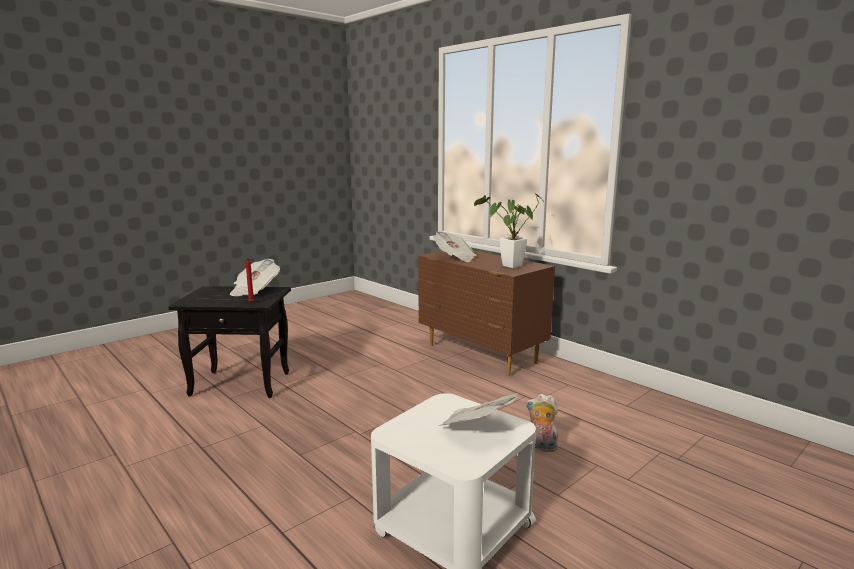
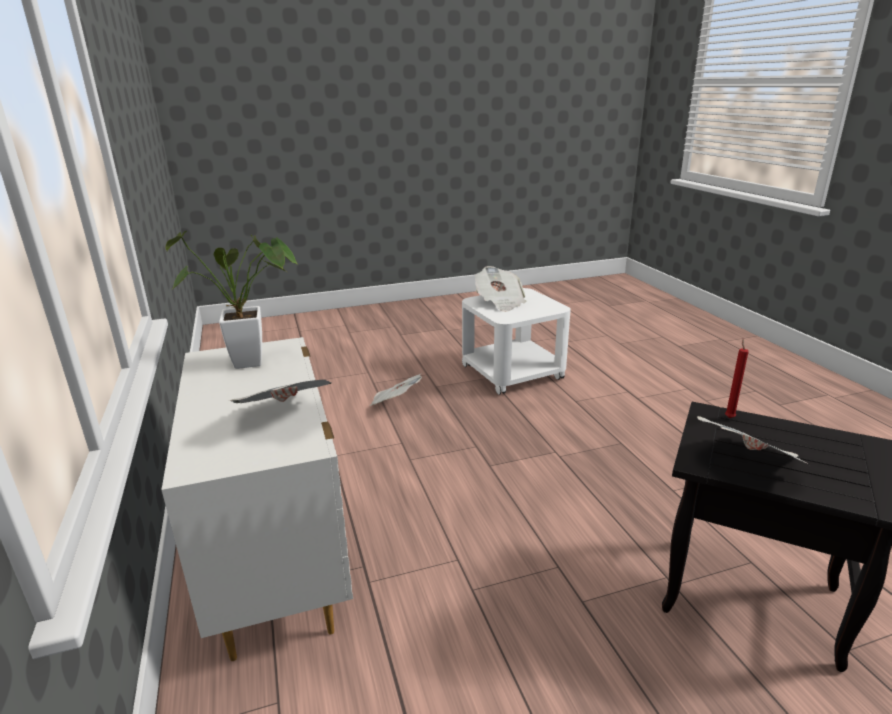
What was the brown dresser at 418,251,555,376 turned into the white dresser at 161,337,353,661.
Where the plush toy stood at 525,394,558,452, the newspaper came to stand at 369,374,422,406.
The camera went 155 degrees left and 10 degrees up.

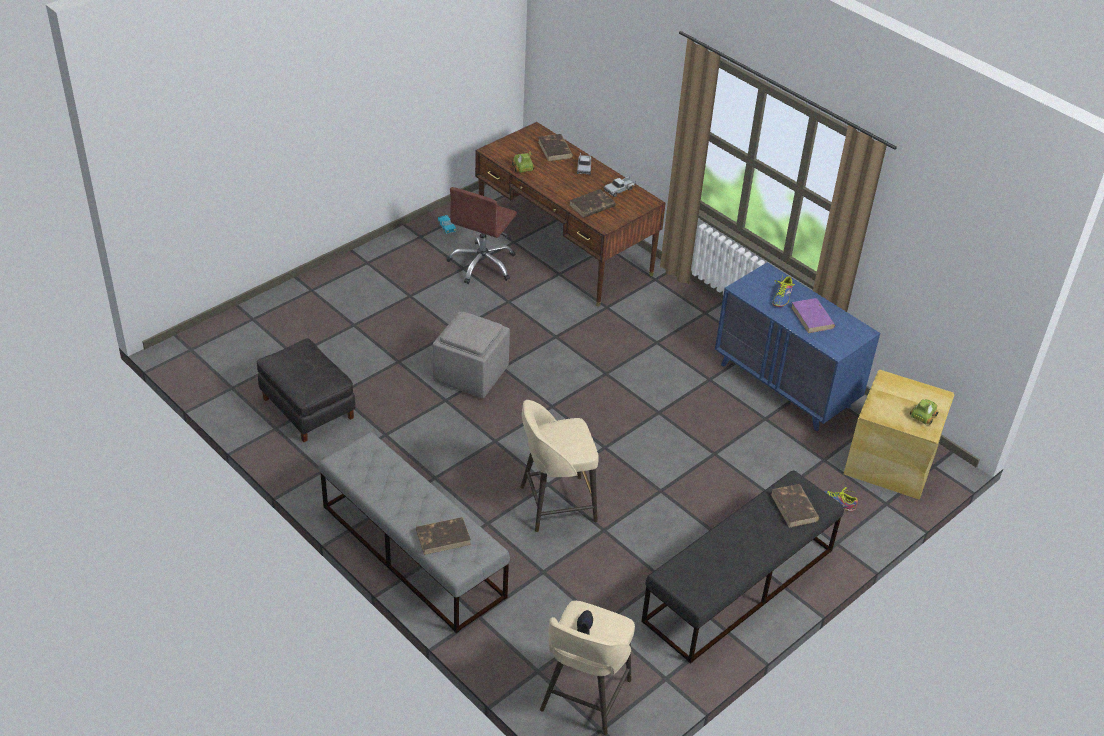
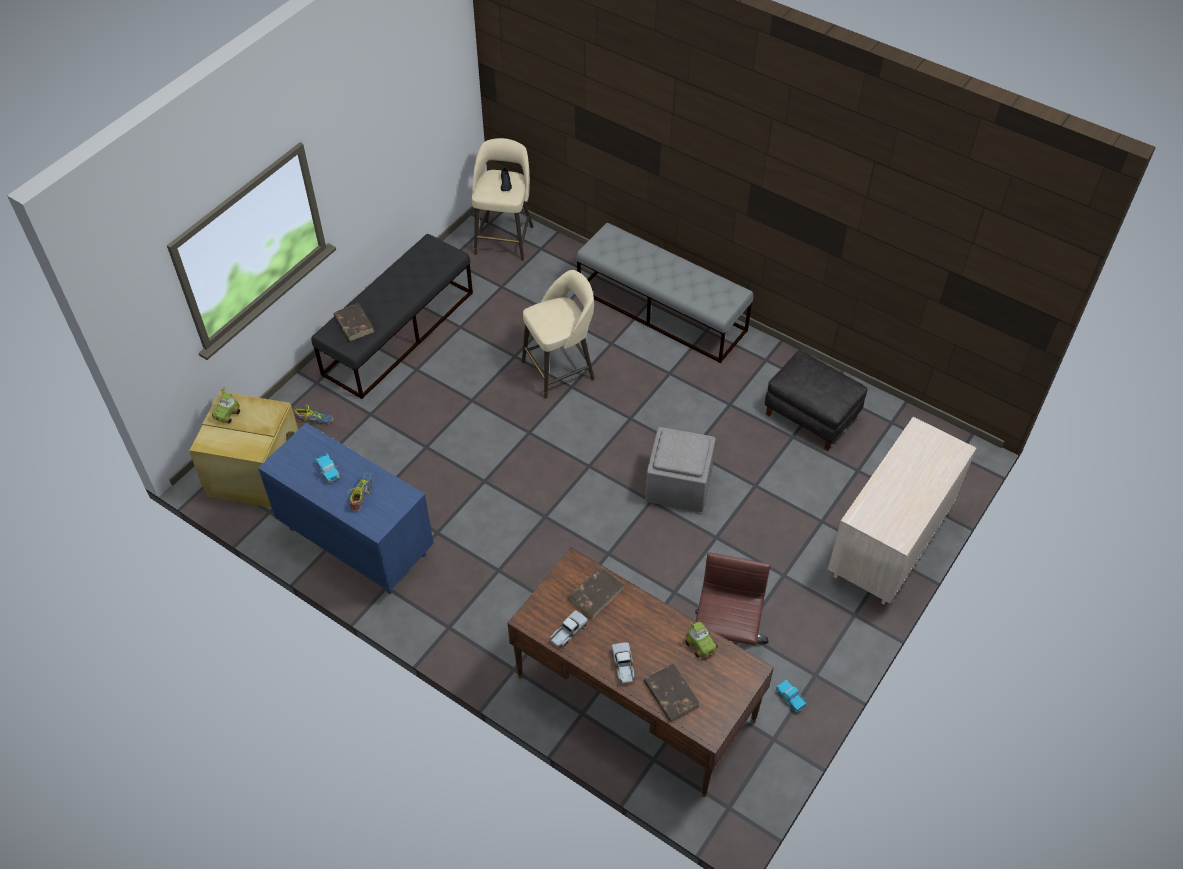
Where the purple book stood at 791,298,835,333, the toy truck came to stand at 316,453,340,483.
The second view gained the beige dresser at 828,417,976,605.
The second view lost the brown book at 416,517,471,555.
The camera went 170 degrees right and 10 degrees up.

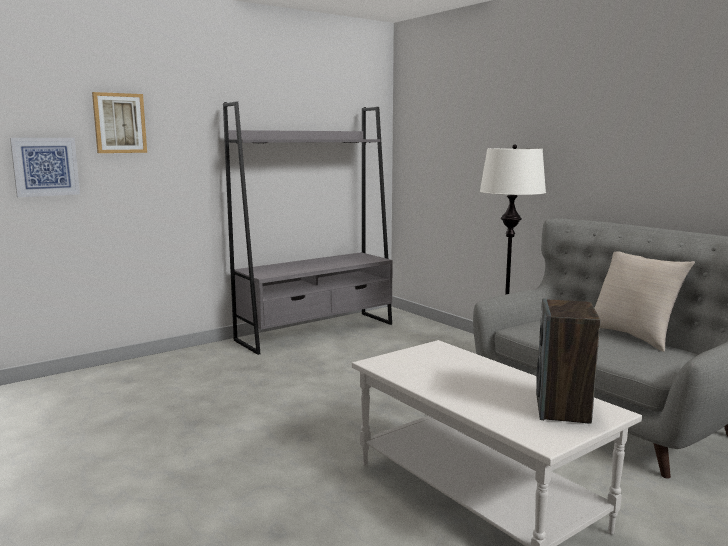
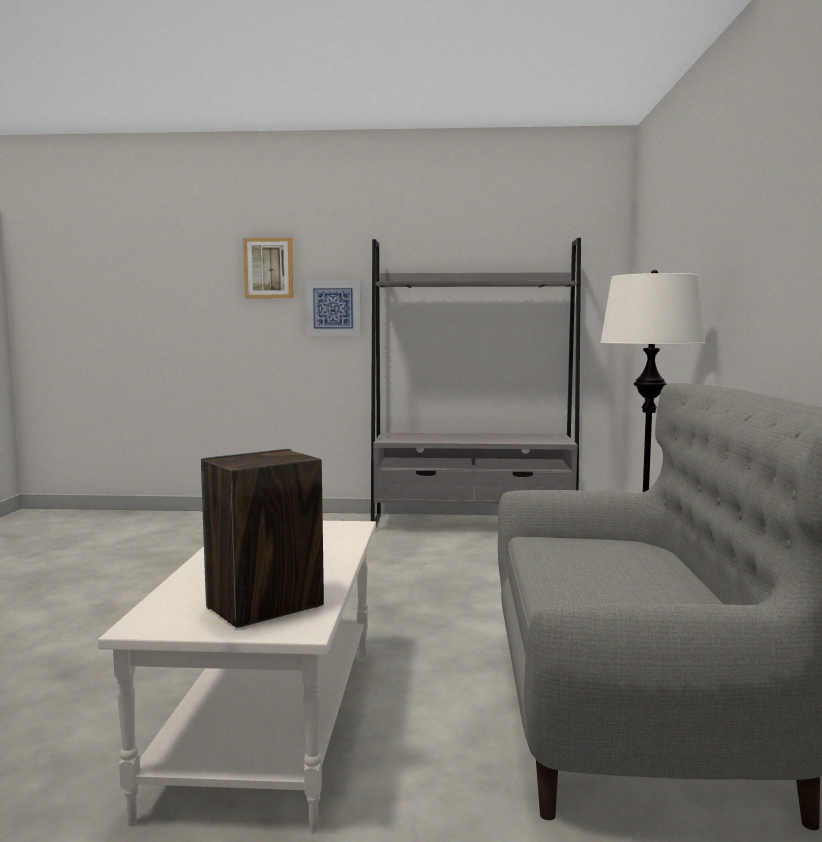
The picture ended up elsewhere, having gone from 10,138,80,197 to 305,280,361,336.
The second view lost the beige pillow at 594,251,695,352.
The camera went 40 degrees right and 5 degrees down.

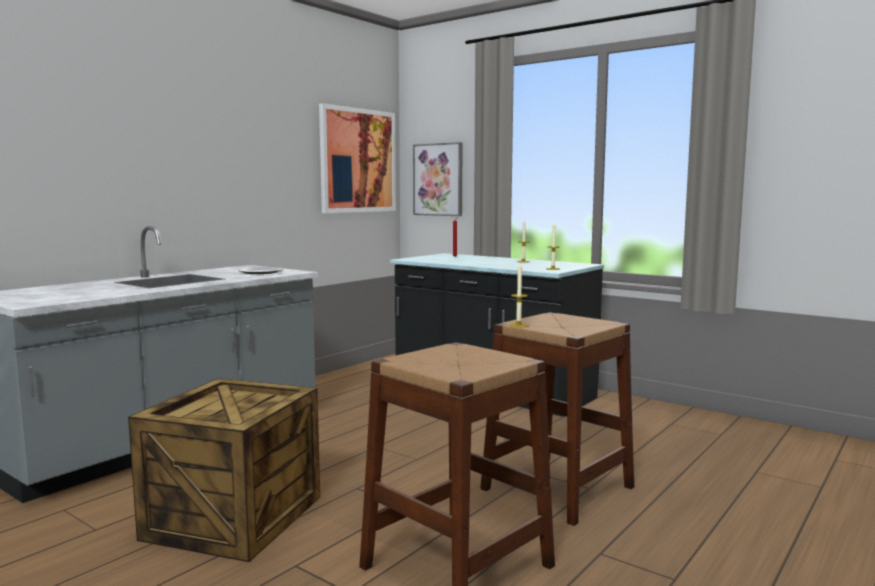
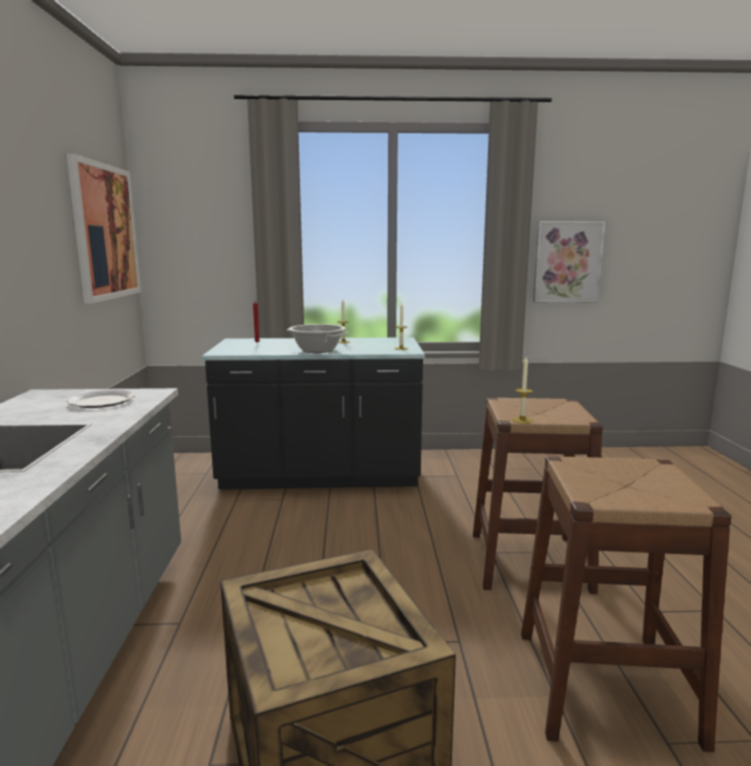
The second view gained the cooking pot at 287,324,349,353.
The picture ended up elsewhere, having gone from 413,142,463,216 to 533,221,605,302.
The camera went 40 degrees left and 5 degrees up.

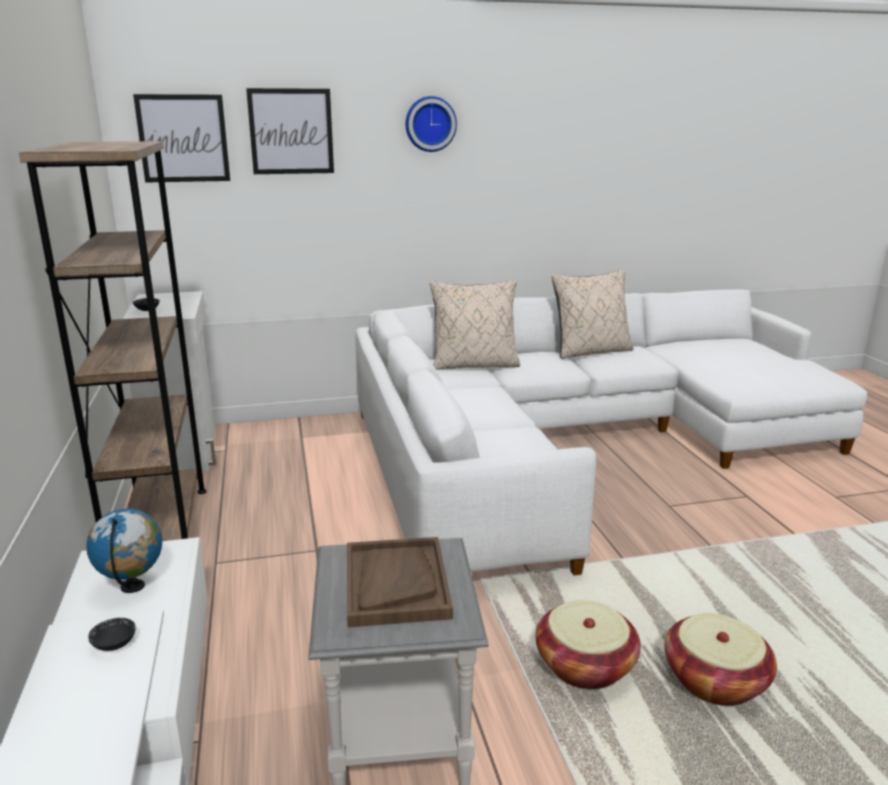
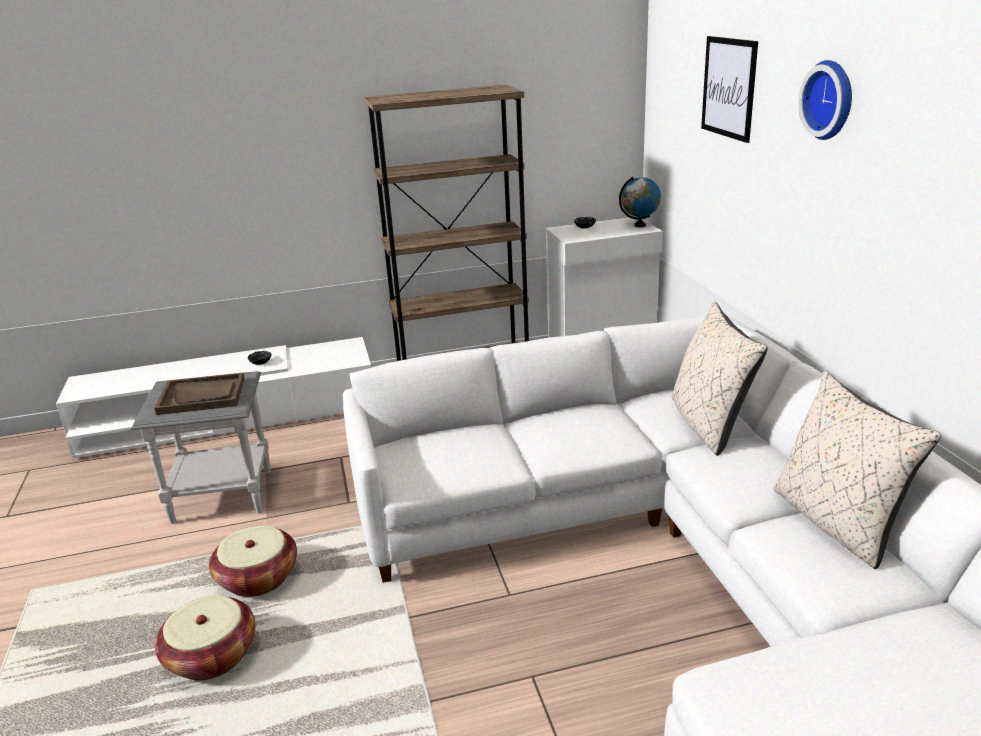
The globe ended up elsewhere, having gone from 86,508,162,593 to 619,177,661,227.
The second view lost the picture at 133,94,230,183.
The camera went 90 degrees right and 5 degrees up.

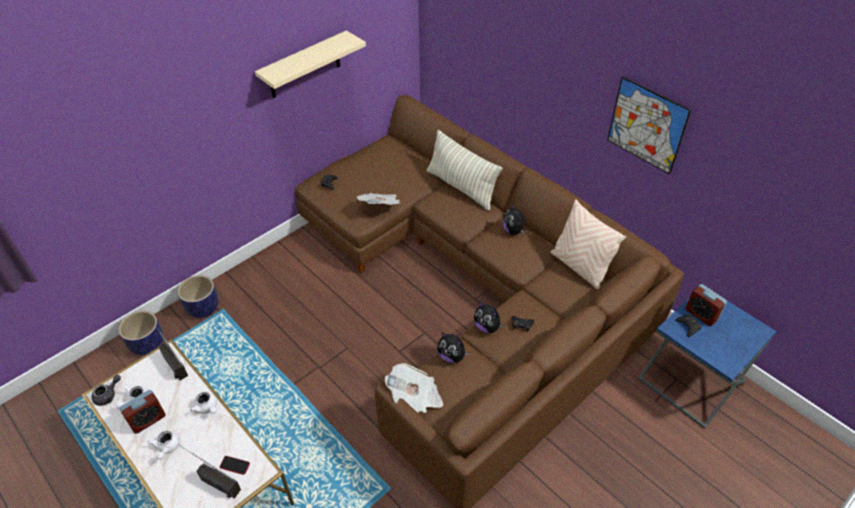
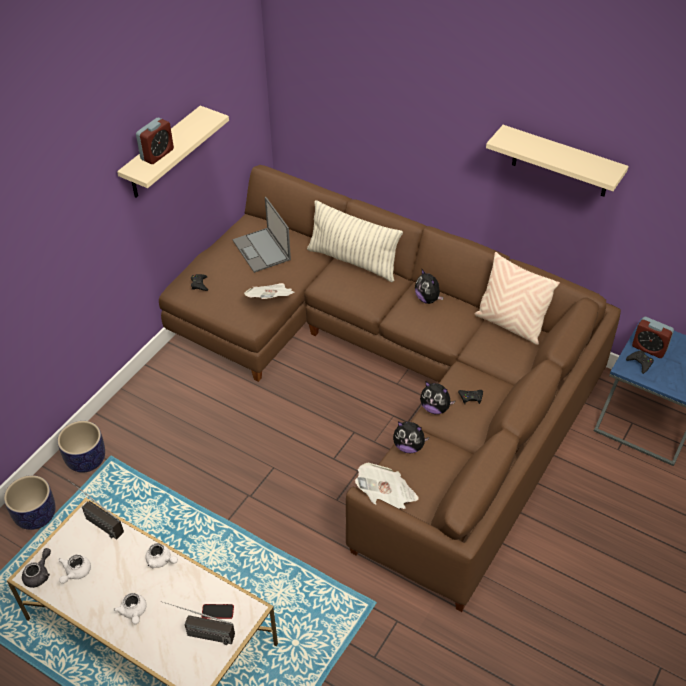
The alarm clock ended up elsewhere, having gone from 120,390,166,434 to 136,117,174,164.
The second view gained the laptop at 232,197,291,273.
Where the picture hung at 607,76,691,175, the beige shelf came to hang at 486,125,629,197.
The camera went 15 degrees left and 0 degrees up.

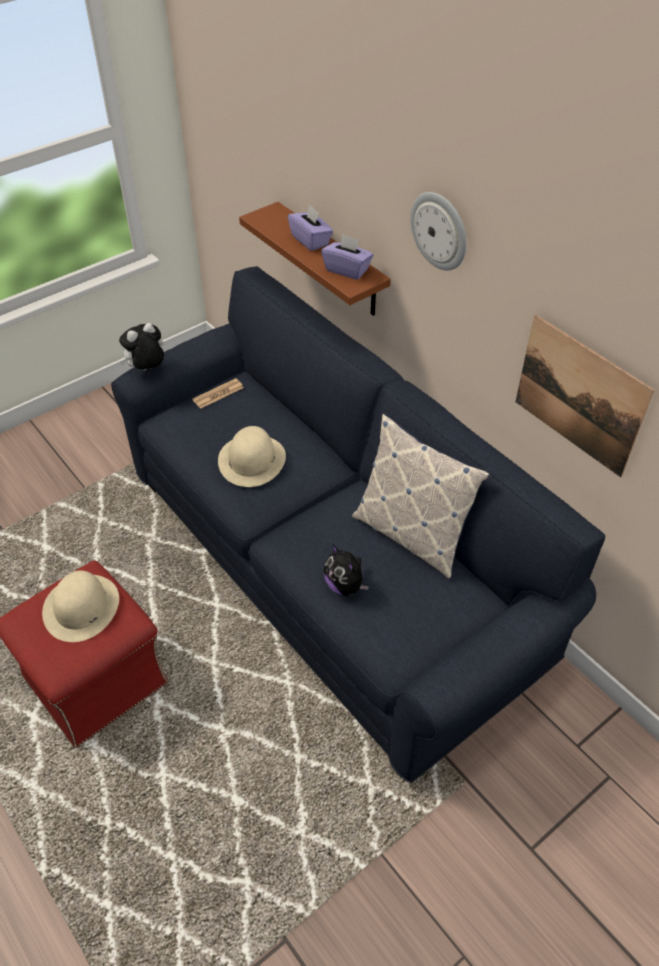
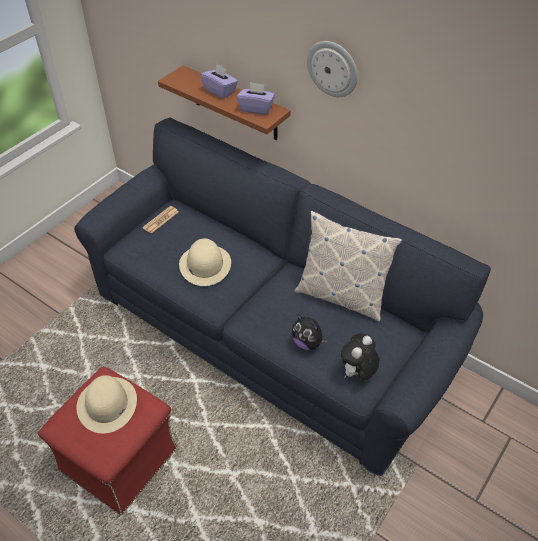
The plush toy ended up elsewhere, having gone from 119,323,164,370 to 341,333,380,380.
The second view lost the picture at 516,315,654,477.
The camera went 15 degrees left and 0 degrees up.

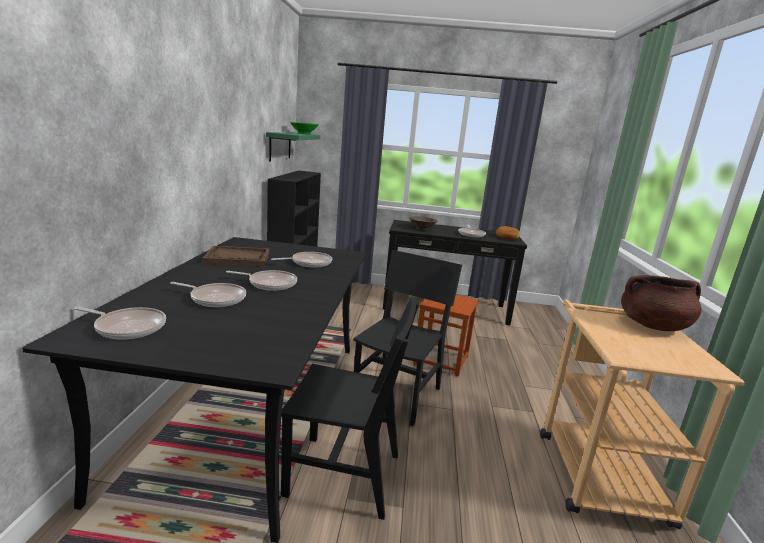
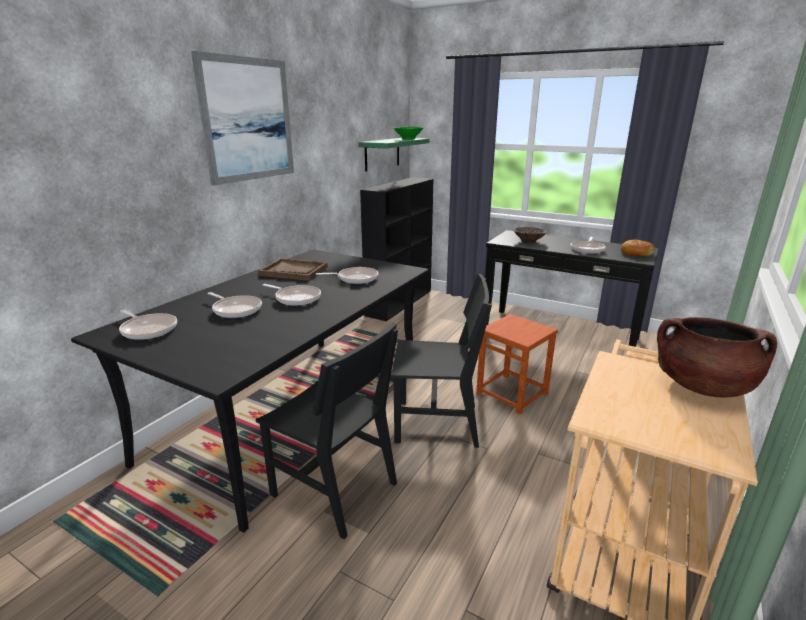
The second view gained the picture at 191,51,294,186.
The black chair at 353,250,462,426 ended up facing another way, 45 degrees clockwise from before.
The camera went 25 degrees right and 5 degrees up.

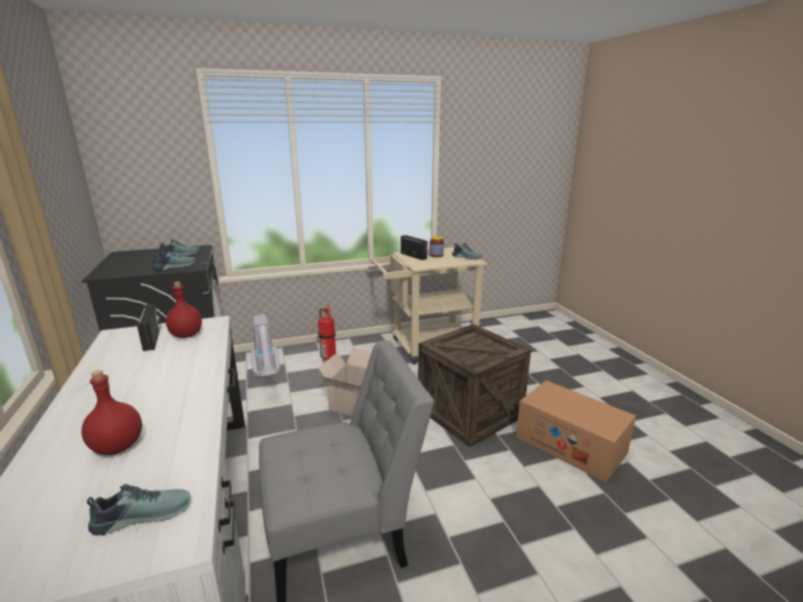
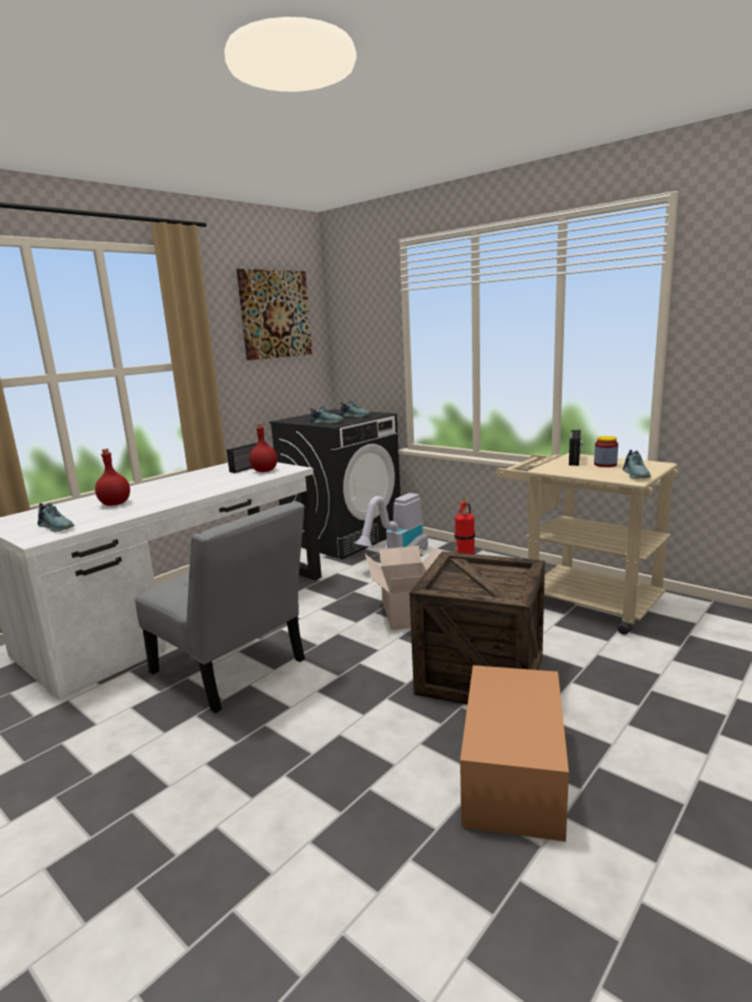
The second view gained the picture at 236,269,312,360.
The camera went 60 degrees right and 5 degrees down.

